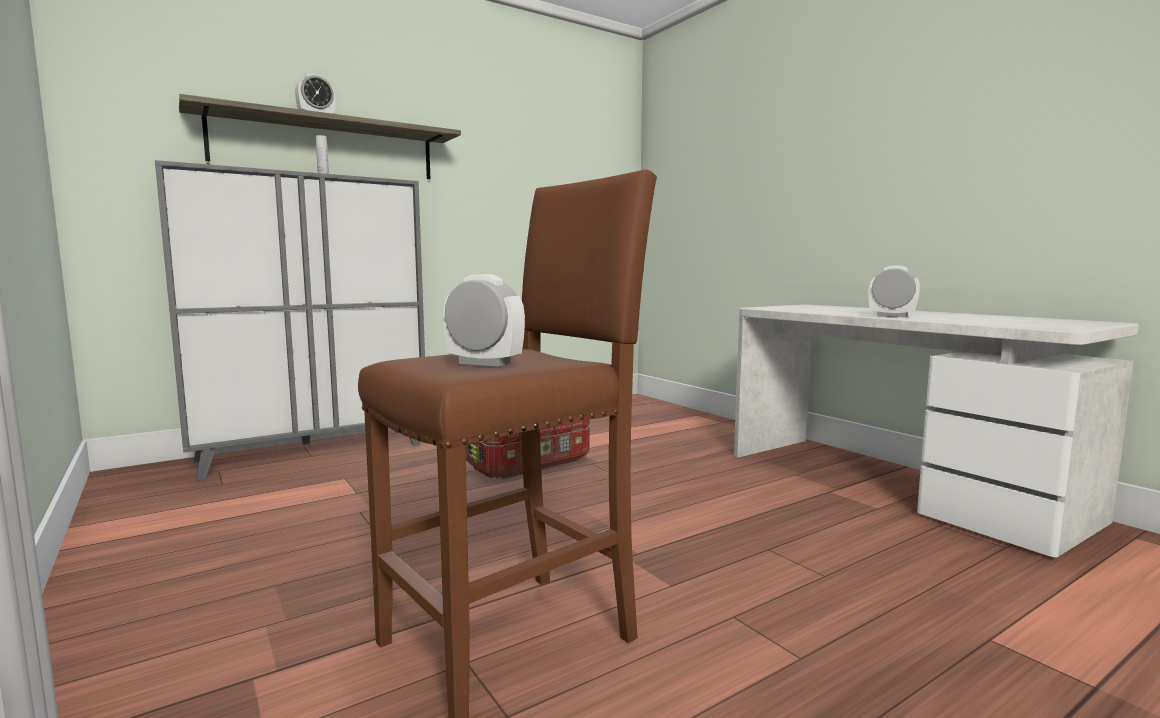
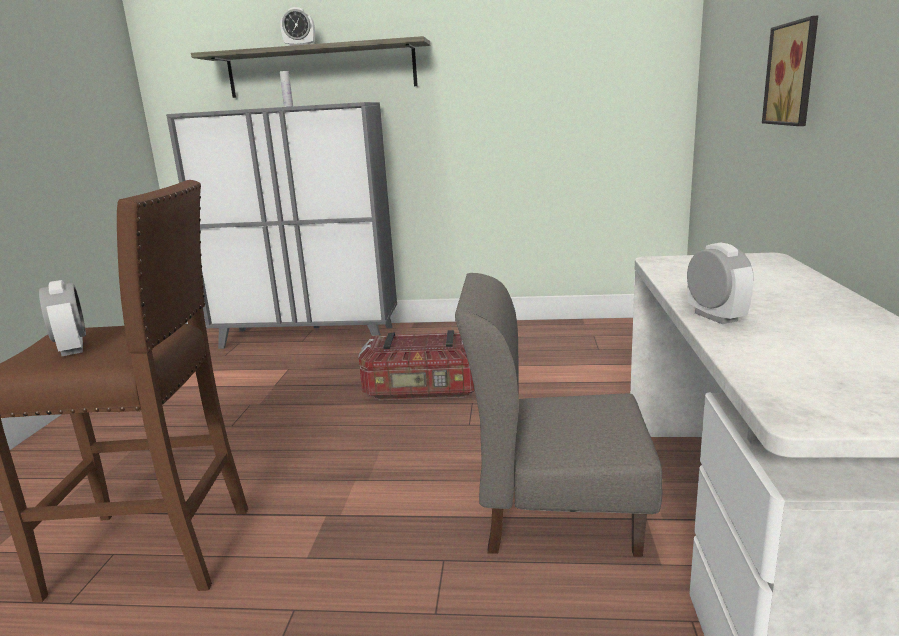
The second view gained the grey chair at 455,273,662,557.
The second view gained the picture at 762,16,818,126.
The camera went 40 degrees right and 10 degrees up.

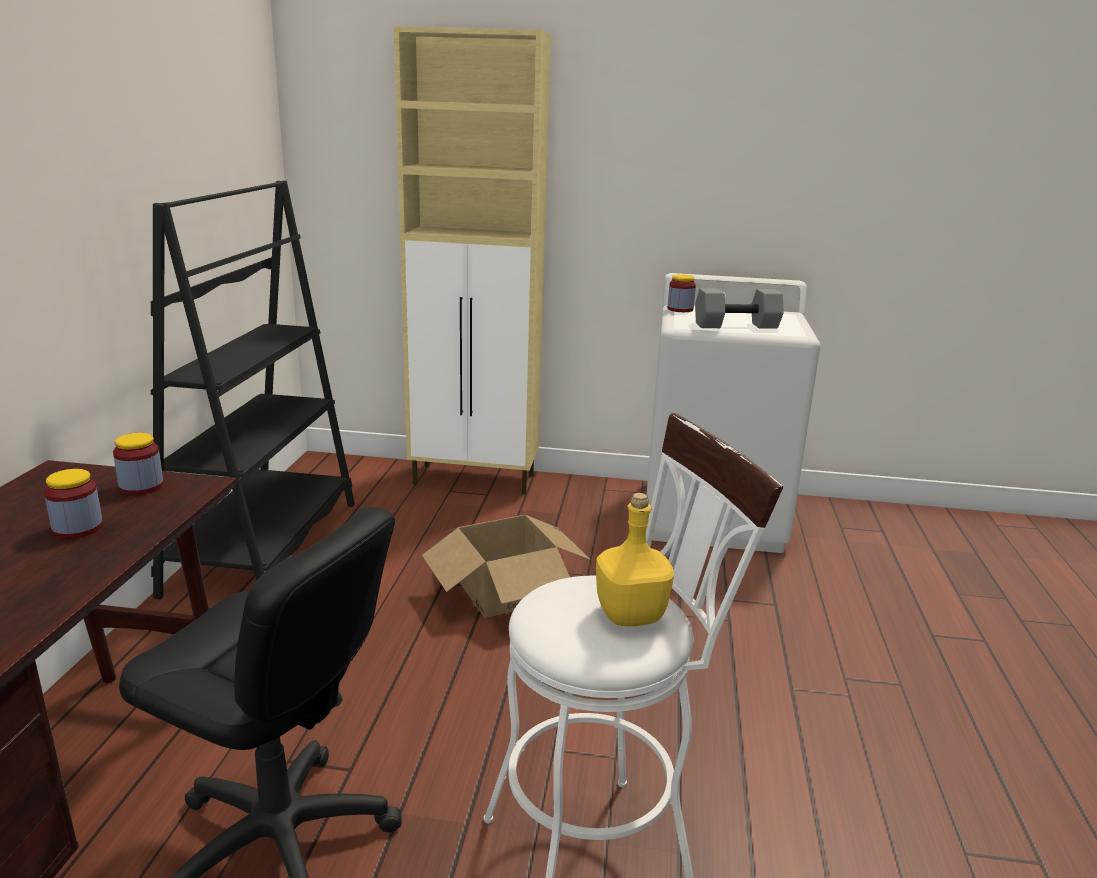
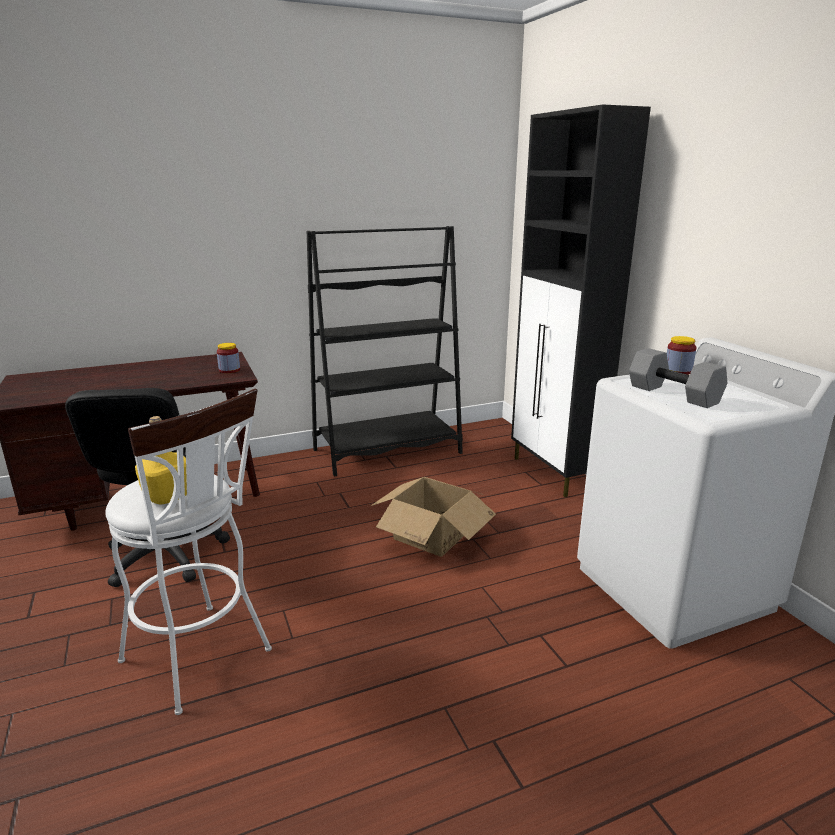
What was the beige cabinet at 394,26,551,495 turned into the black cabinet at 511,104,651,497.
The second view lost the jar at 44,469,103,539.
The camera went 60 degrees right and 0 degrees up.

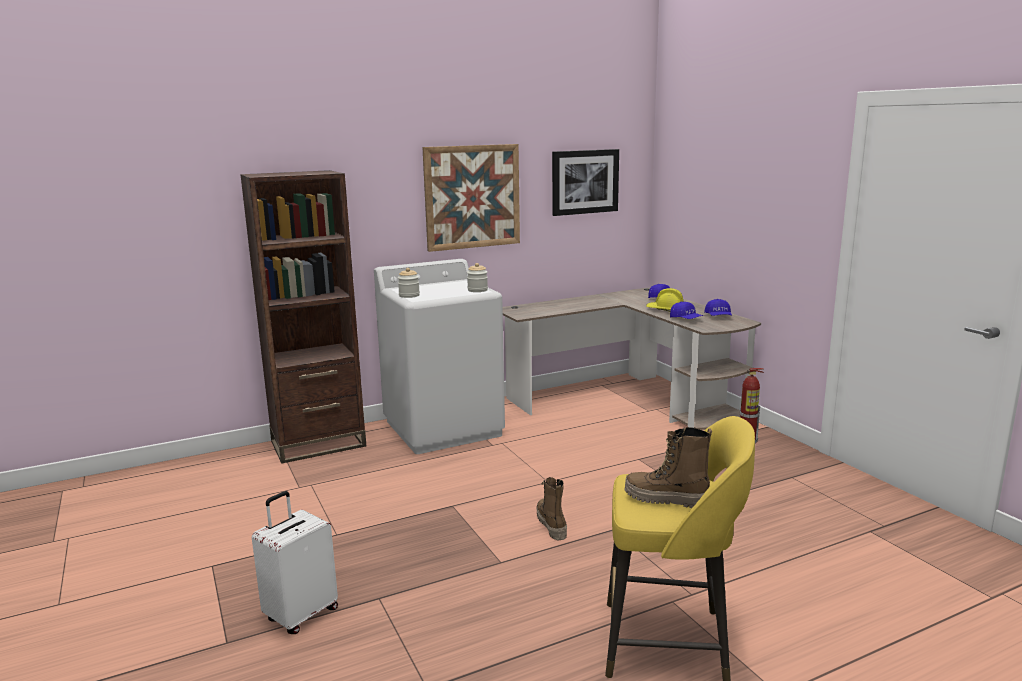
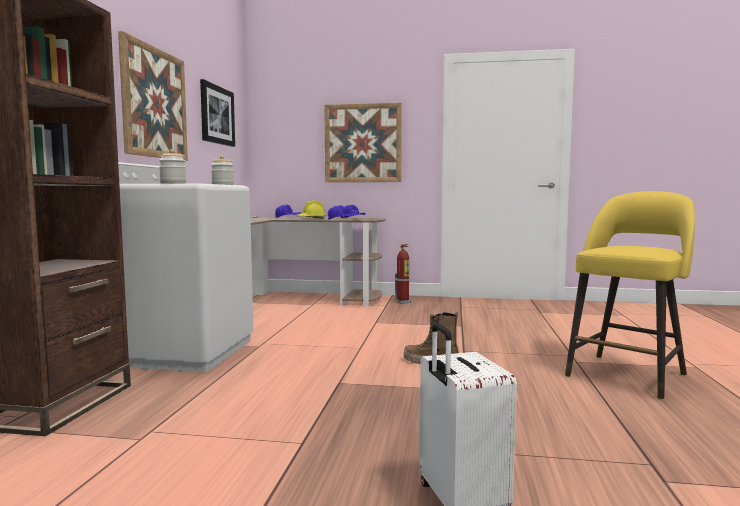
The second view gained the picture at 324,103,402,182.
The second view lost the boot at 625,427,712,508.
The camera went 55 degrees left and 10 degrees down.

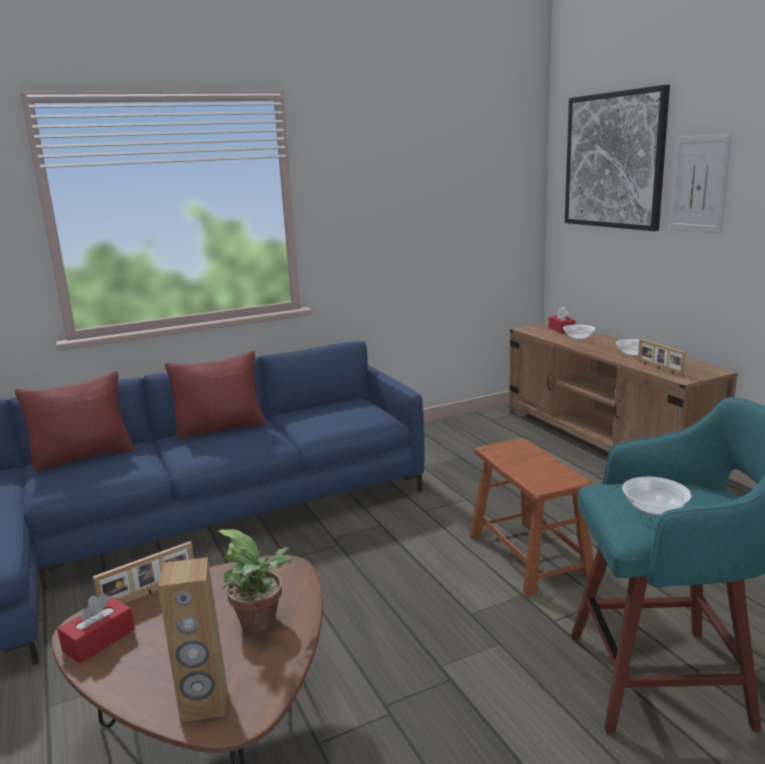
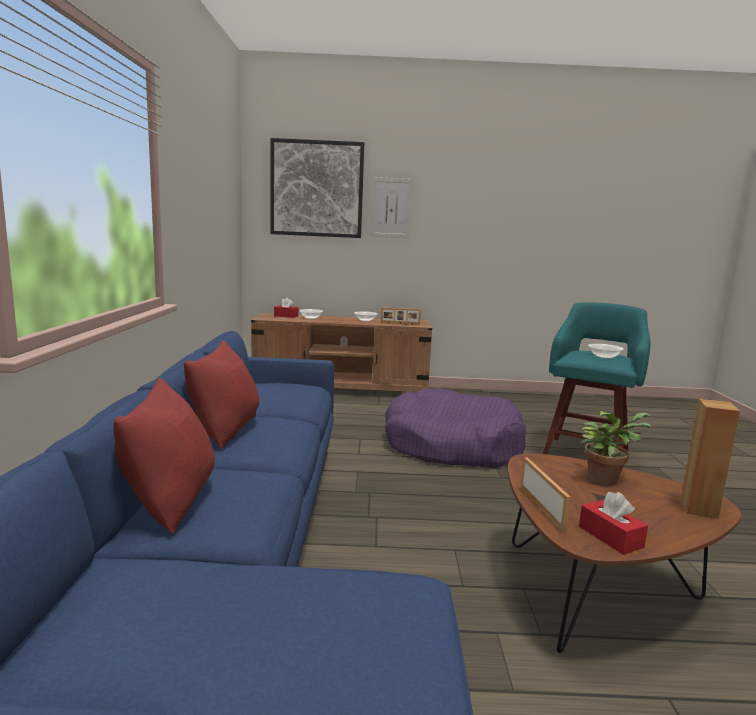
Where the brown stool stood at 469,439,594,597, the purple dog bed came to stand at 385,388,526,468.
The camera went 65 degrees left and 5 degrees down.

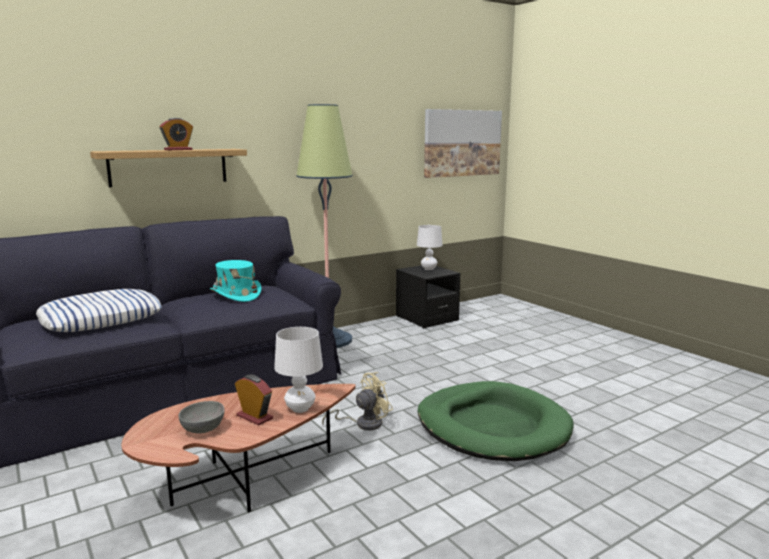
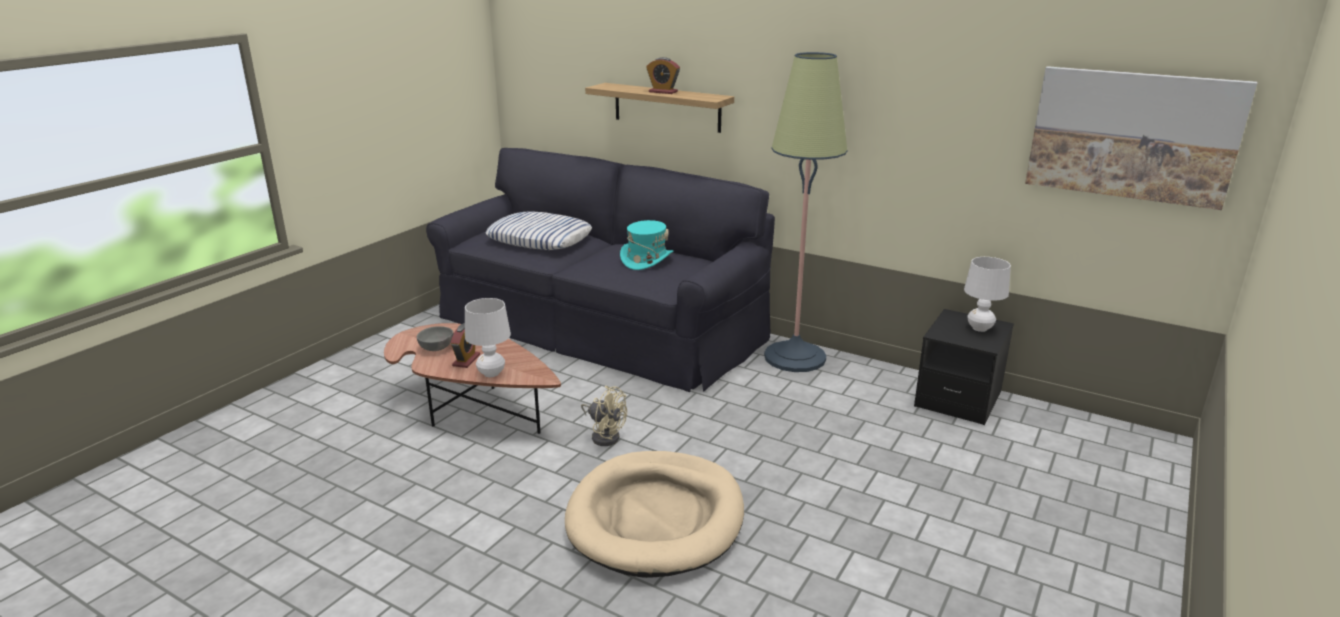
What was the green dog bed at 417,381,574,461 turned into the beige dog bed at 565,451,744,578.
The camera went 65 degrees right and 10 degrees up.

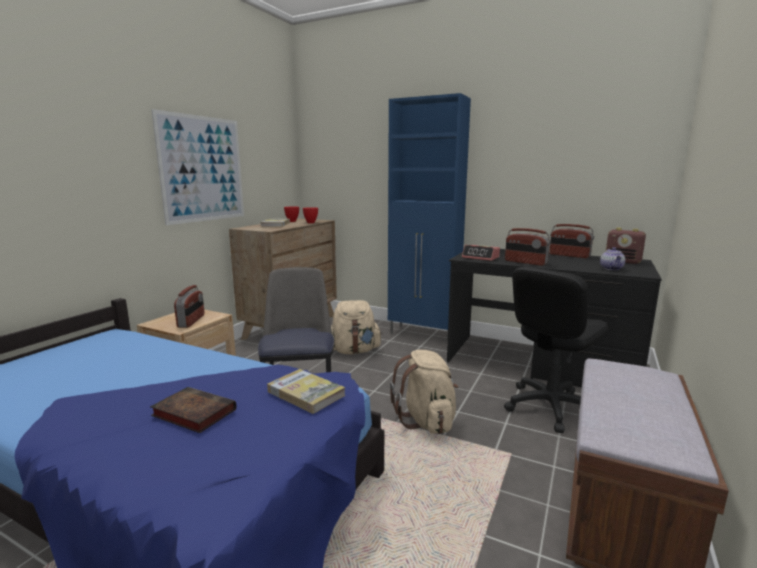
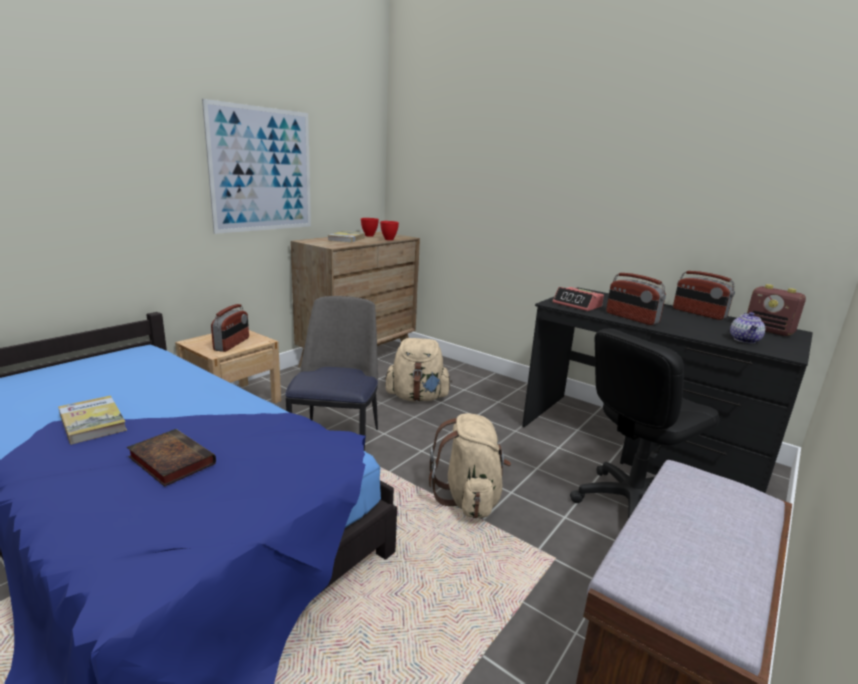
The book ended up elsewhere, having gone from 267,369,345,414 to 58,395,127,445.
The second view lost the blue cabinet at 388,93,471,343.
The camera went 10 degrees right and 5 degrees up.

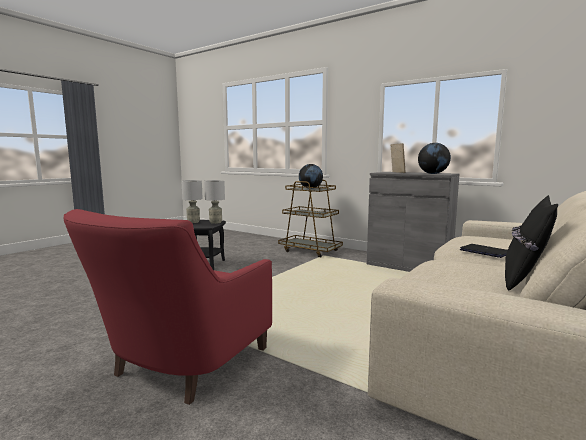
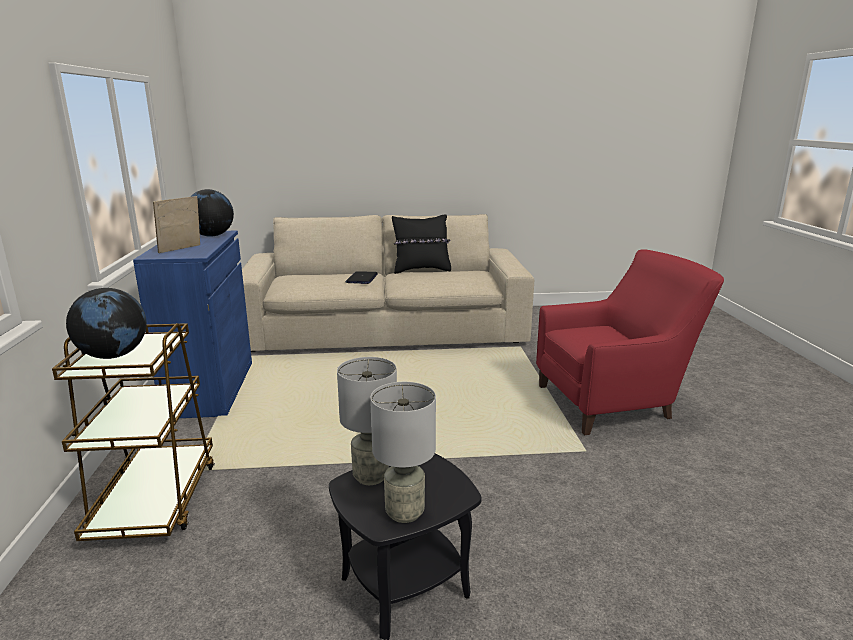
What was the grey cabinet at 367,172,459,272 turned into the blue cabinet at 133,231,252,418.
The camera went 130 degrees left and 10 degrees up.

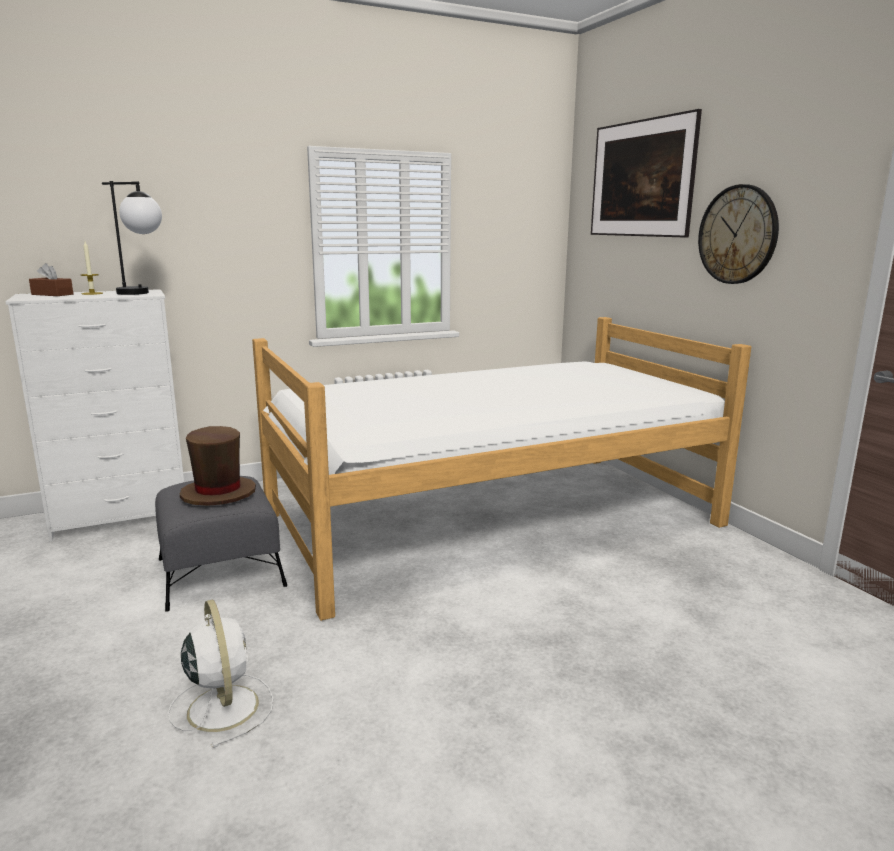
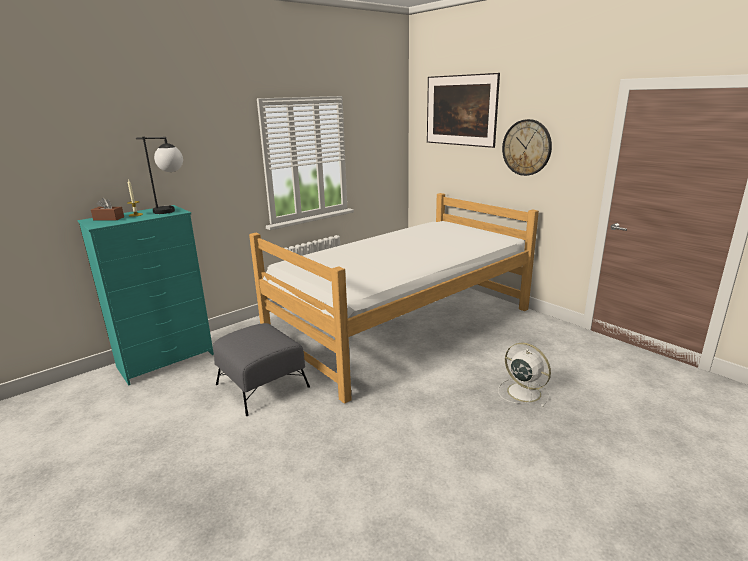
What was the white dresser at 5,289,184,541 turned into the turquoise dresser at 77,205,214,385.
The white fan ended up elsewhere, having gone from 168,600,273,748 to 498,343,551,407.
The second view lost the brown hat at 180,426,256,506.
The camera went 15 degrees left and 5 degrees up.

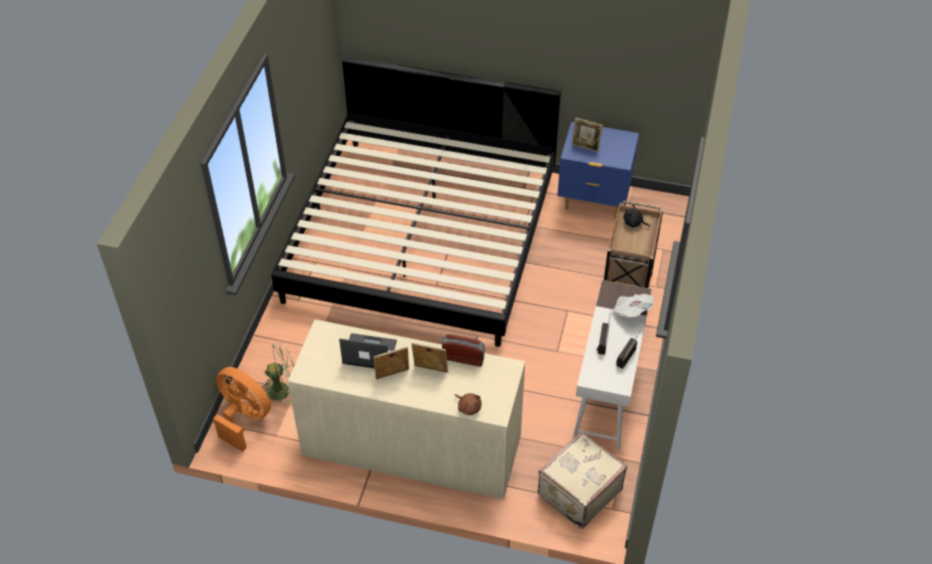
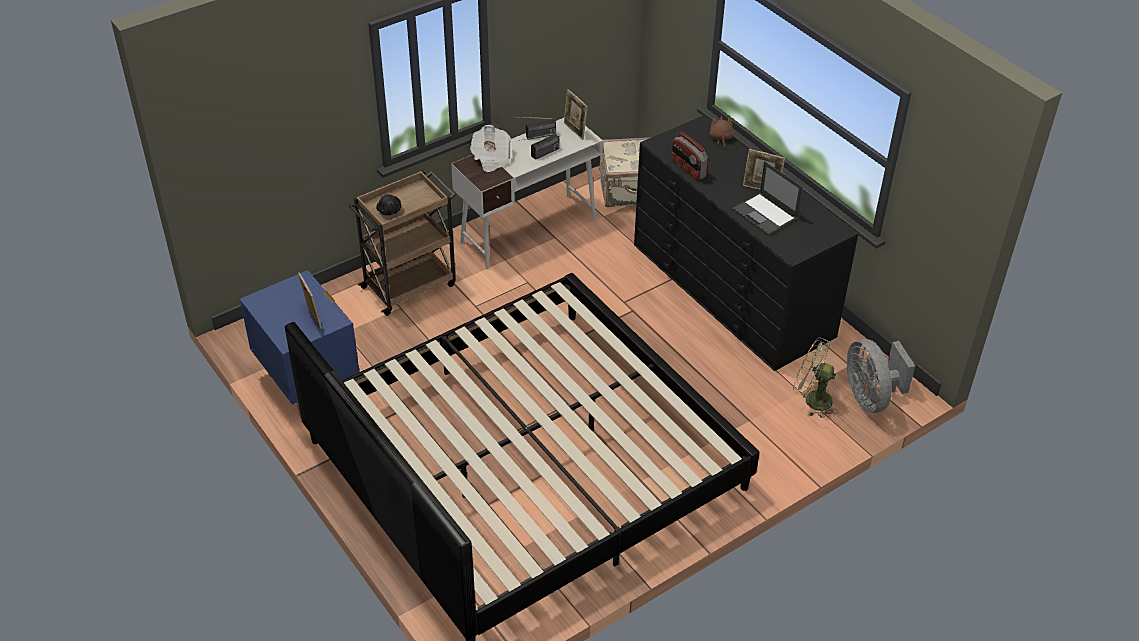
The picture frame ended up elsewhere, having gone from 411,343,448,373 to 564,89,588,140.
What was the beige dresser at 288,319,525,499 turned into the black dresser at 634,115,858,371.
What was the orange fan at 213,367,271,452 turned into the grey fan at 847,339,915,413.
The camera went 140 degrees left and 5 degrees down.

